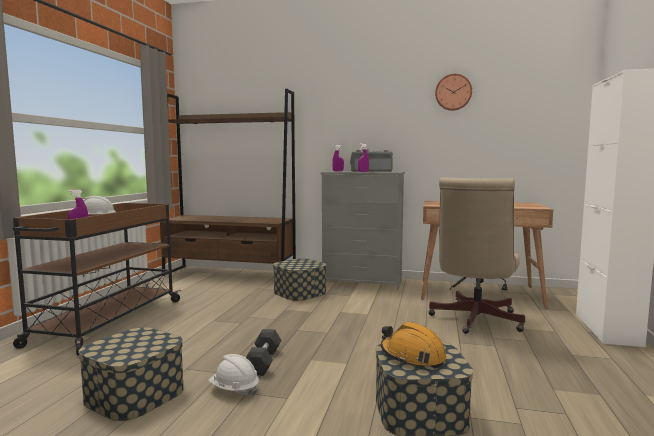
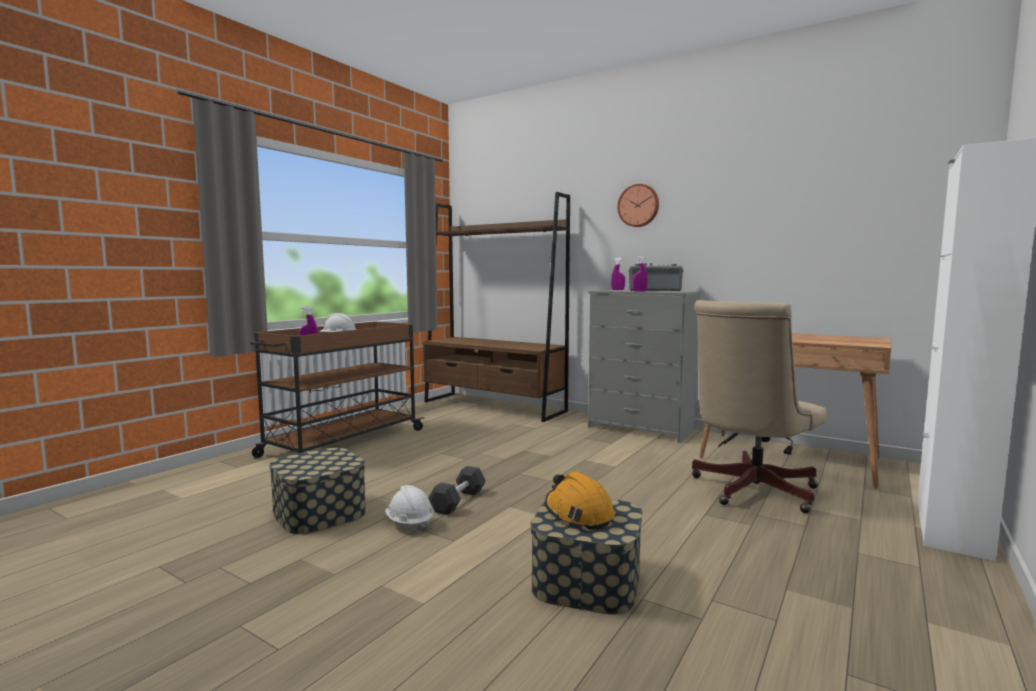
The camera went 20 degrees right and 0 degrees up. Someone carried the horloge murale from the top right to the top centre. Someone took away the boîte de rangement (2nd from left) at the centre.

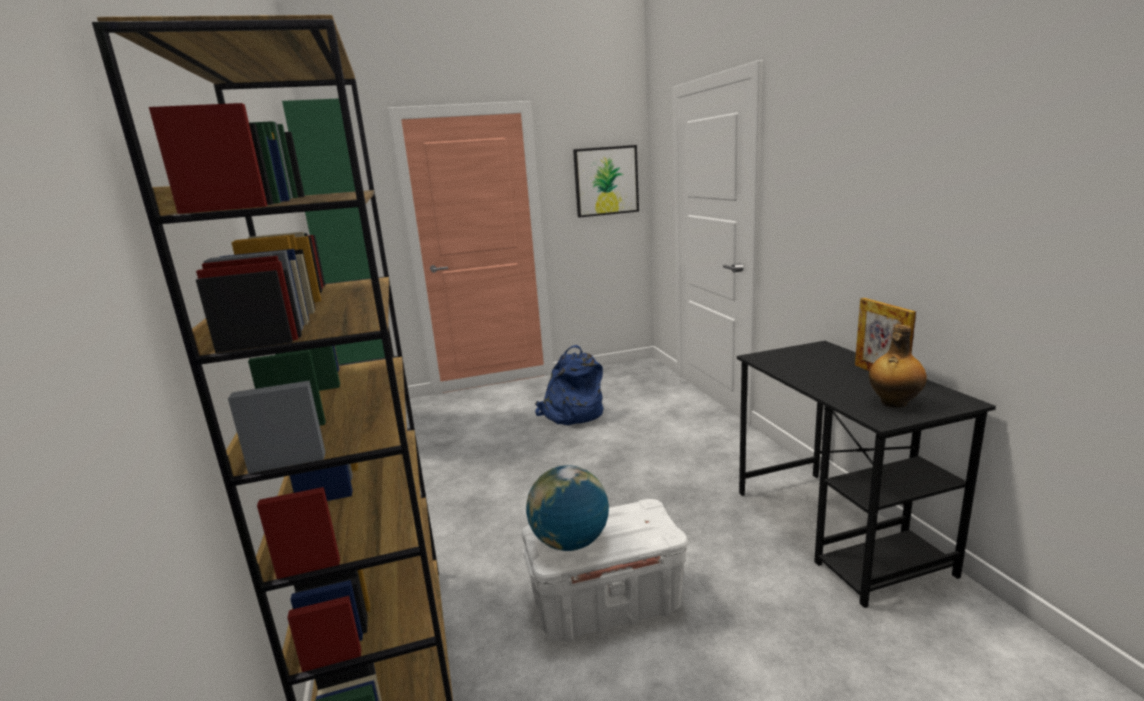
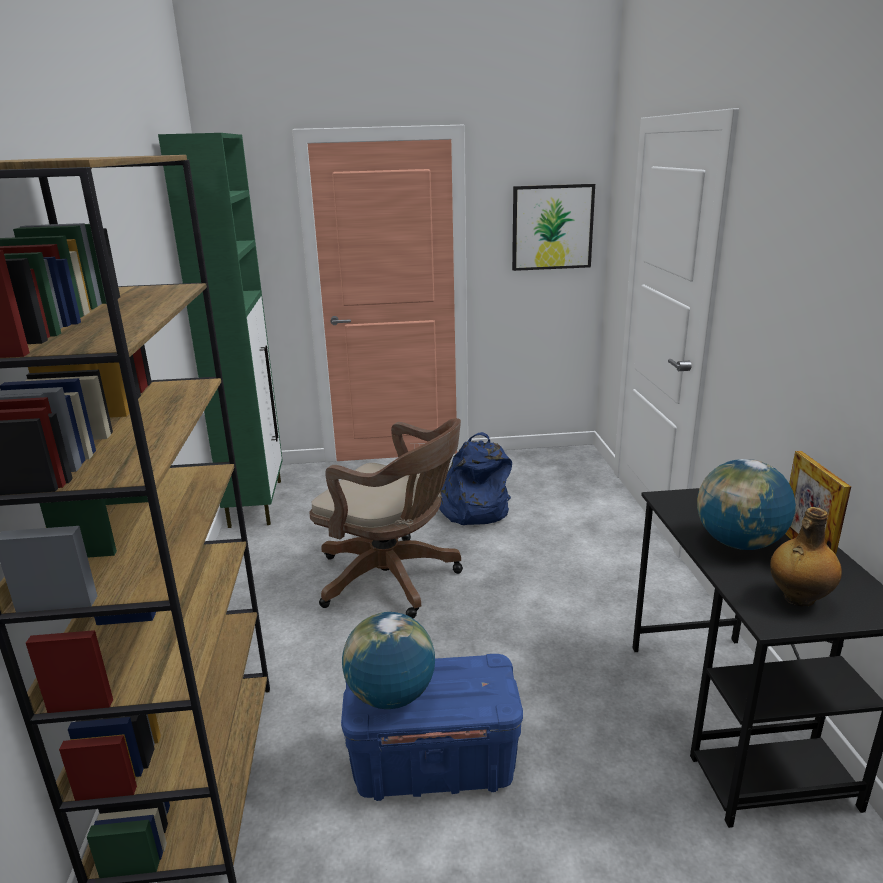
The camera went 10 degrees right and 5 degrees up. Someone repainted the boîte de rangement/blanc at the bottom centre, which became the boîte de rangement/bleu at the bottom centre. Someone put down the chaise de bureau/marron at the centre. Someone put down the globe (2nd from left) at the middle right.

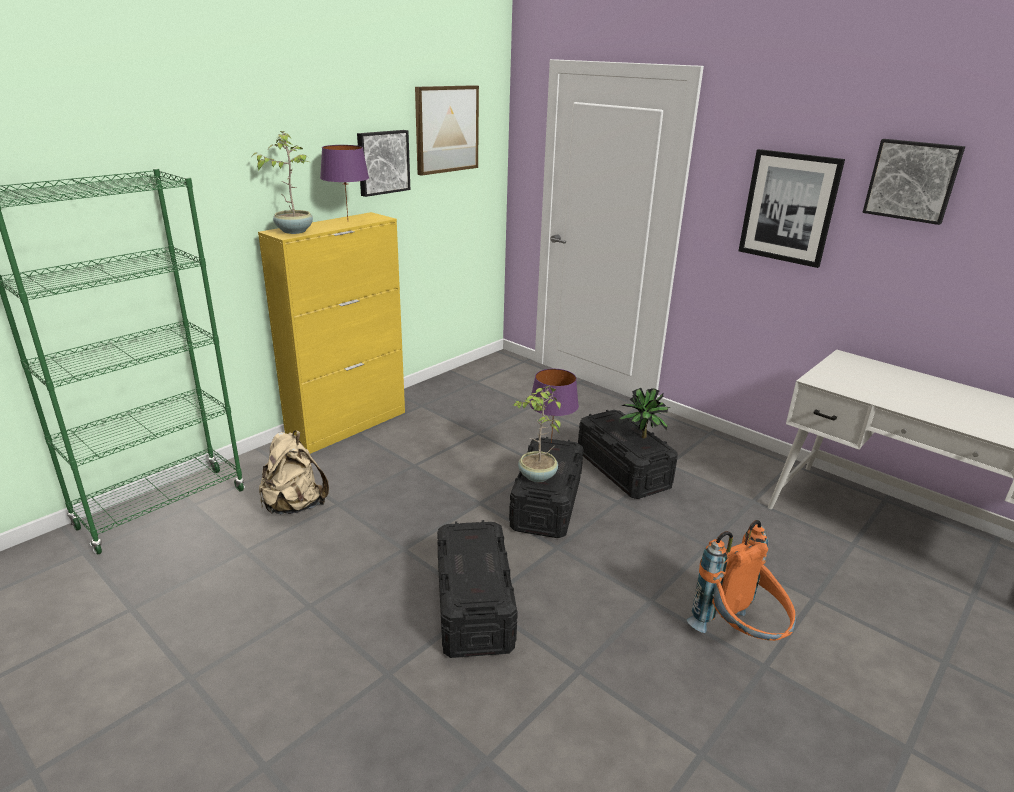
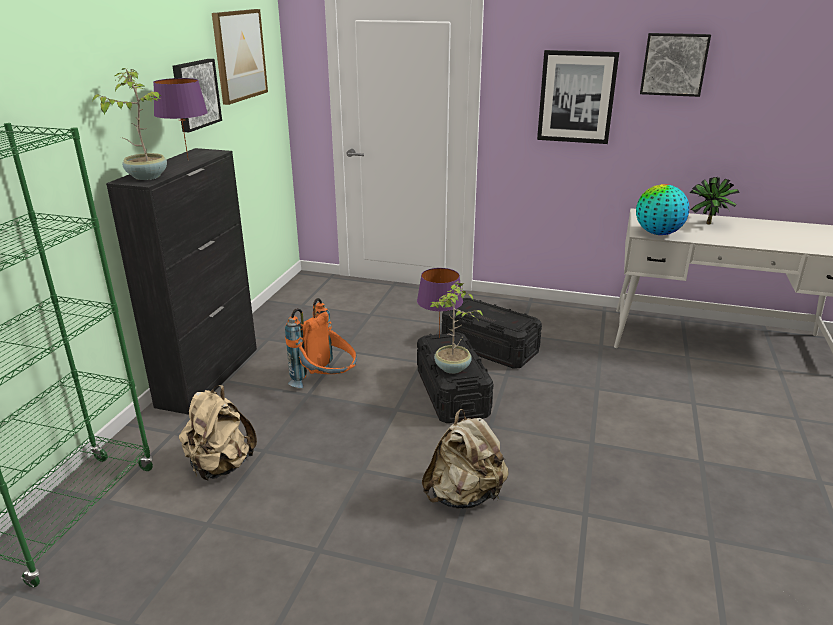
The camera went 25 degrees left and 0 degrees up. Someone repainted the meuble de rangement/jaune at the middle left, which became the meuble de rangement/noir at the middle left. Someone carried the plante en pot (3rd from left) from the centre to the top right. Someone swapped the boîte de rangement/noir (1st from left) at the bottom centre for the sac à dos/beige (2nd from left) at the bottom centre. Someone carried the sac à dos/orange from the bottom right to the centre. Someone put down the globe at the middle right.

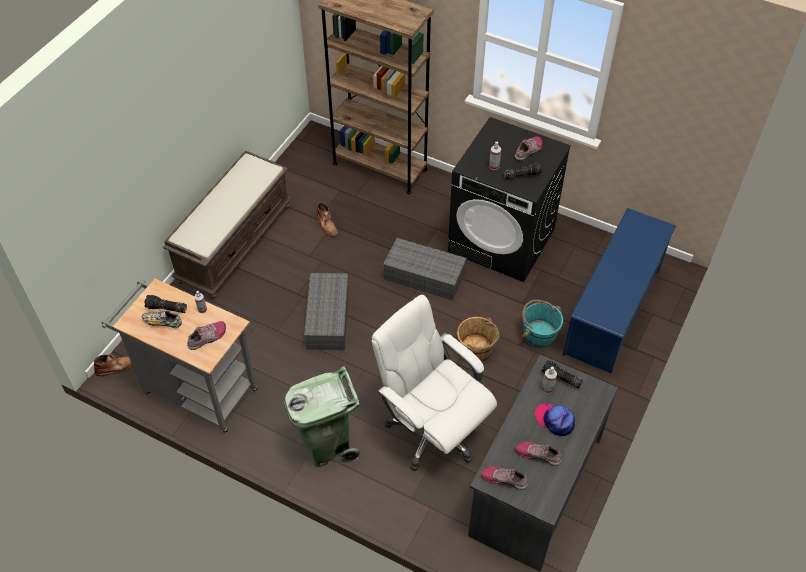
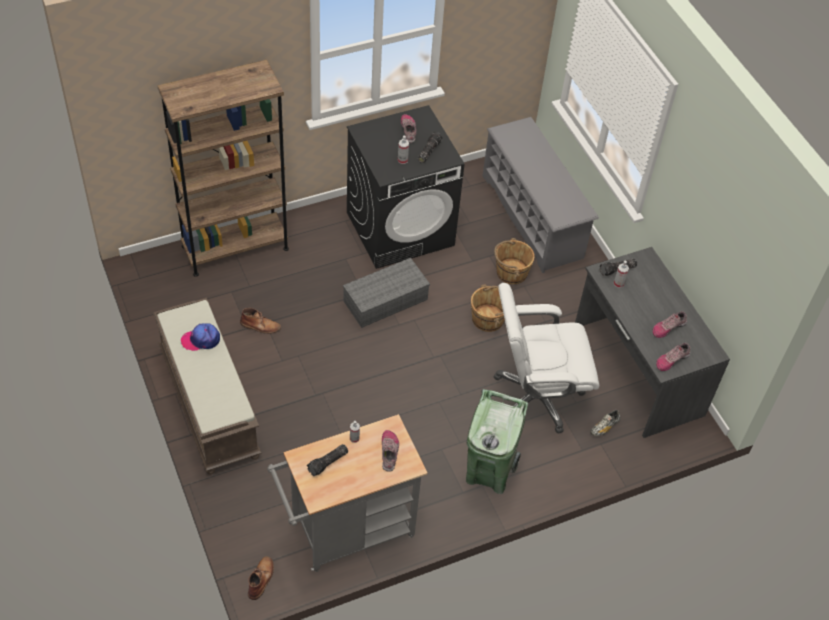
The camera went 55 degrees left and 0 degrees up. Someone repainted the étagère à chaussures/bleu at the middle right, which became the étagère à chaussures/gris at the top centre. Someone took away the boîte de rangement/gris (1st from left) at the centre. Someone repainted the seau/turquoise at the middle right, which became the seau/marron (2nd from left) at the centre. Someone carried the chaussure (1st from left in the first image) from the middle left to the bottom right. Someone carried the casquette from the bottom right to the middle left.

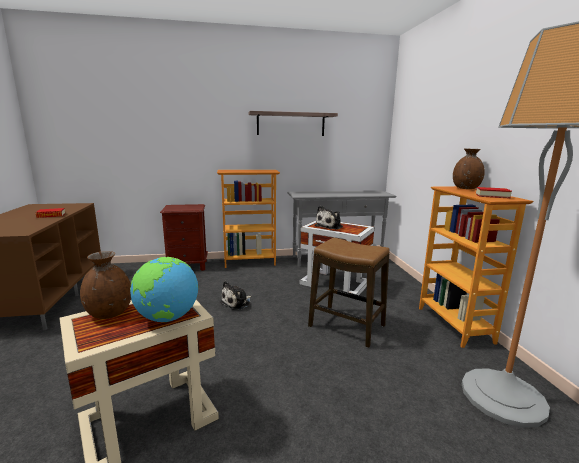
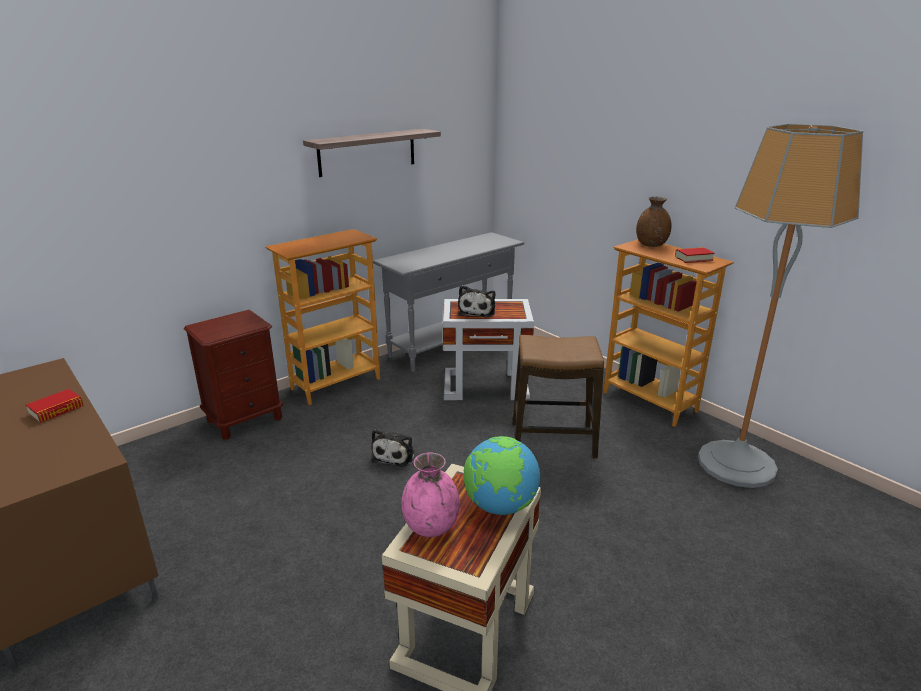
The camera went 30 degrees left and 10 degrees up. Someone repainted the vase/marron (1st from left) at the middle left, which became the vase/rose at the bottom centre.

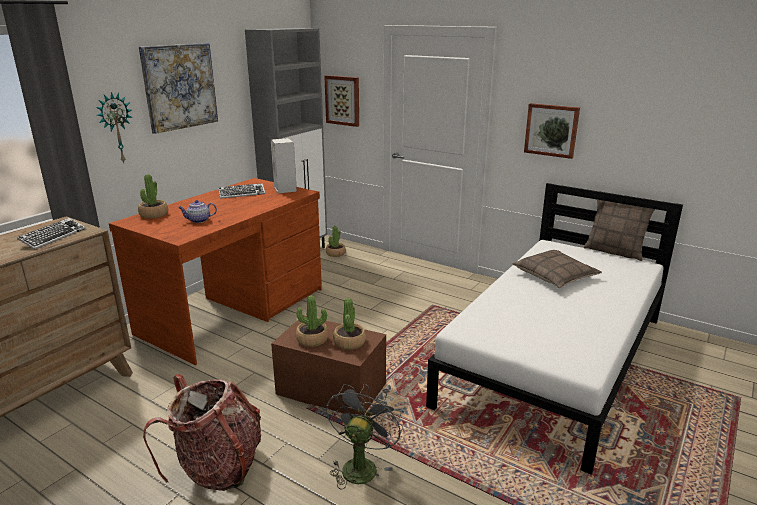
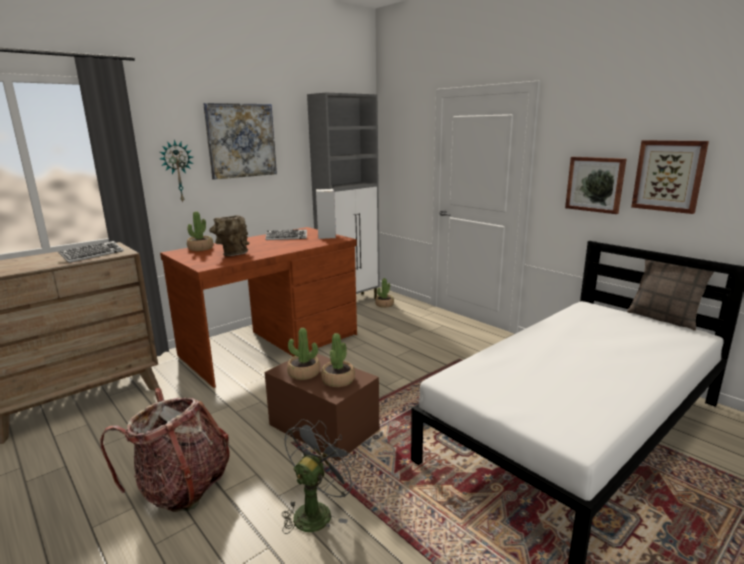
The camera went 15 degrees right and 5 degrees down. Someone carried the tableau (2nd from left in the first image) from the top centre to the top right. Someone swapped the théière at the middle left for the vase/marron at the middle left. Someone took away the coussin (1st from left) at the middle right.

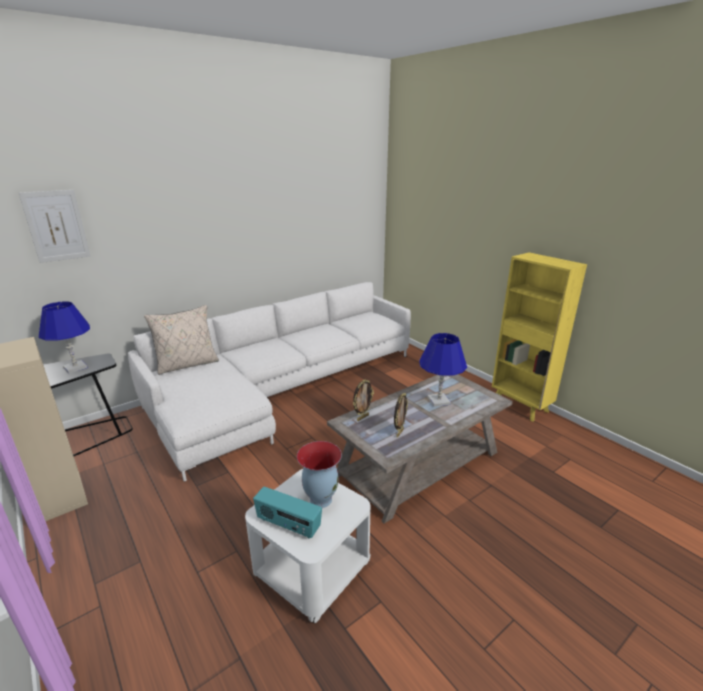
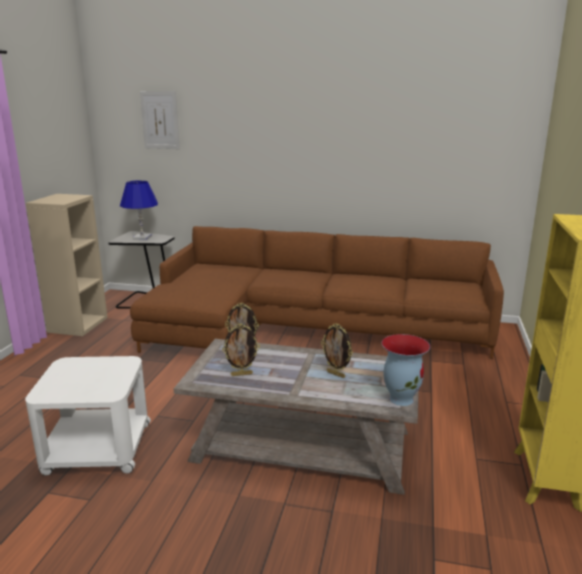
The camera went 50 degrees right and 5 degrees down. Someone repainted the canapé/blanc at the centre, which became the canapé/marron at the centre. Someone took away the coussin/beige at the middle left. Someone swapped the lampe de table/bleu (2nd from left) at the centre for the cadre photo (3rd from left) at the centre. Someone carried the vase from the bottom centre to the middle right. Someone took away the radio at the bottom centre.

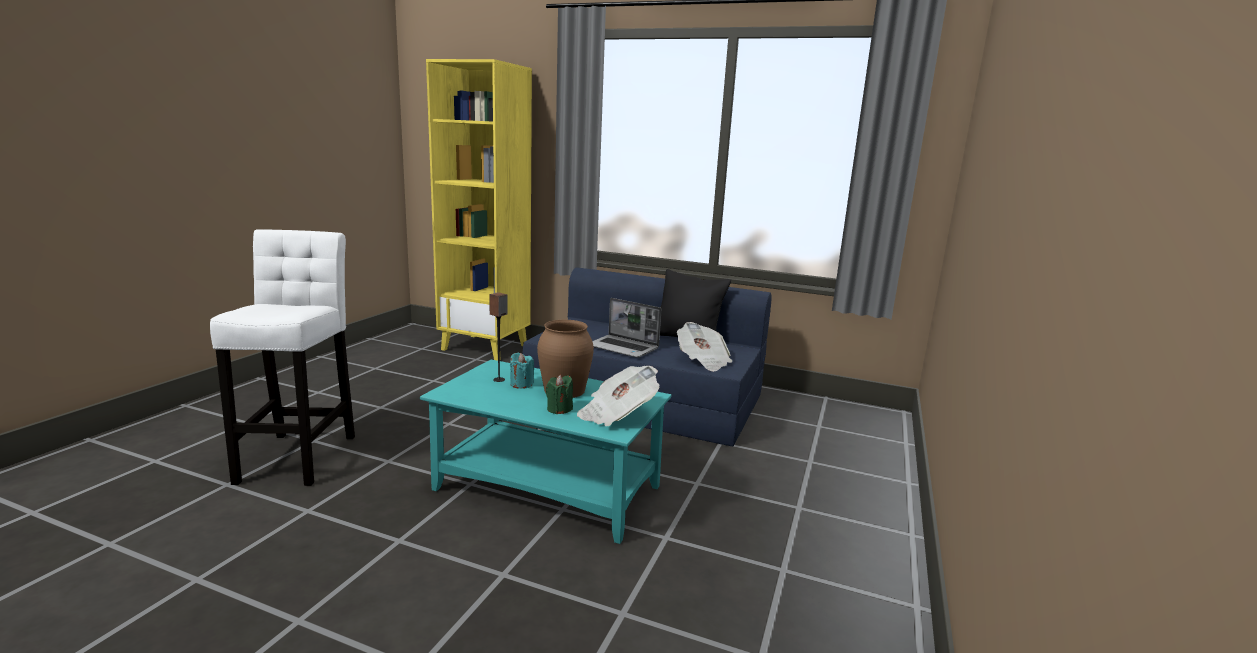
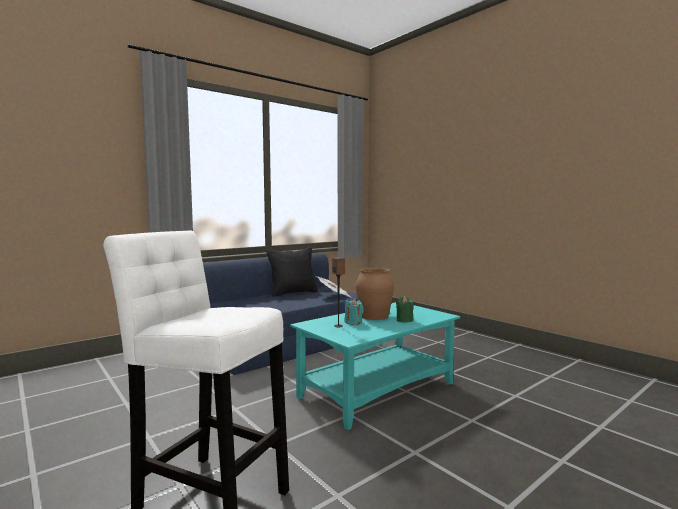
The camera went 60 degrees left and 10 degrees down. Someone took away the bibliothèque/jaune at the top centre. Someone took away the ordinateur portable at the centre. Someone took away the journal (1st from left) at the centre.

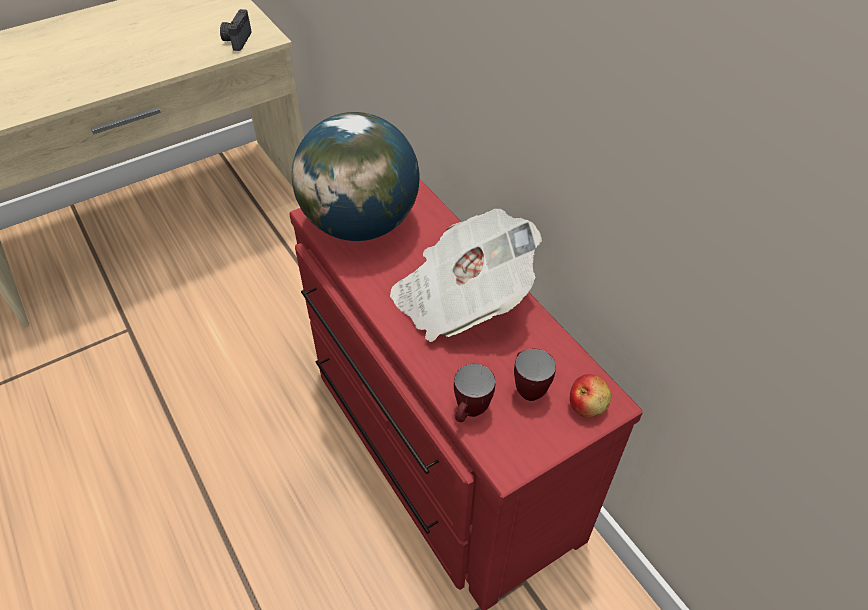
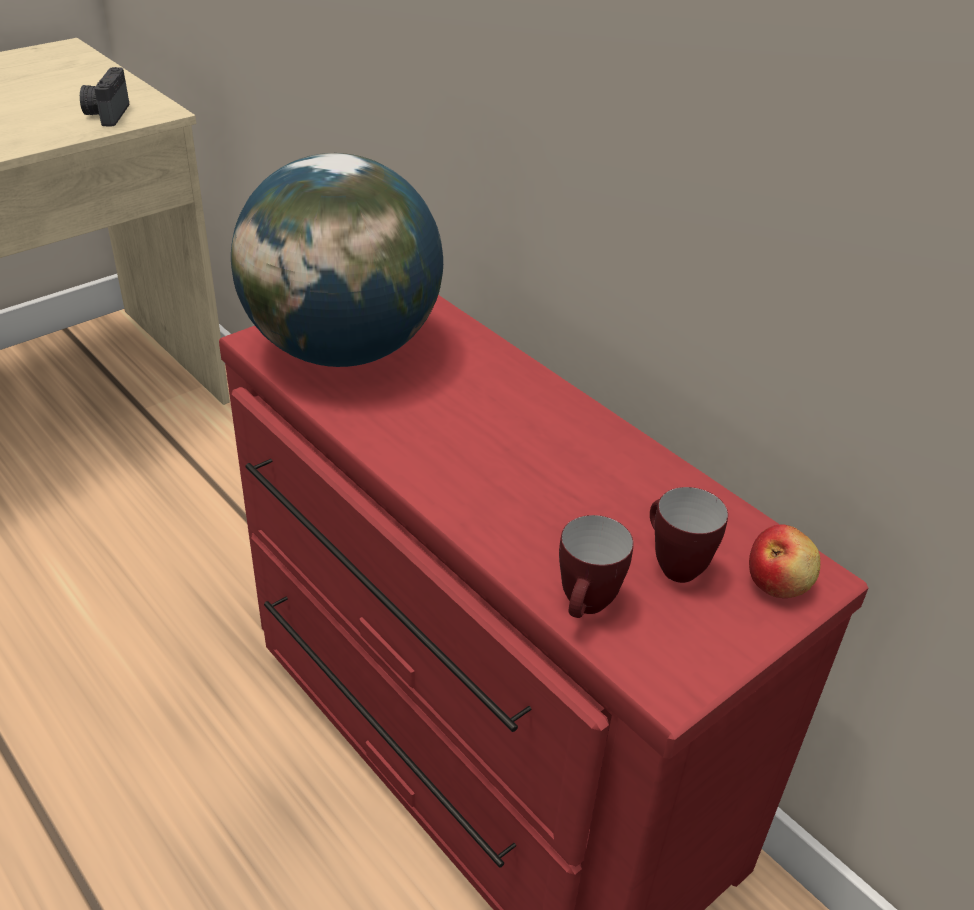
The camera went 10 degrees left and 10 degrees down. Someone took away the journal at the centre.

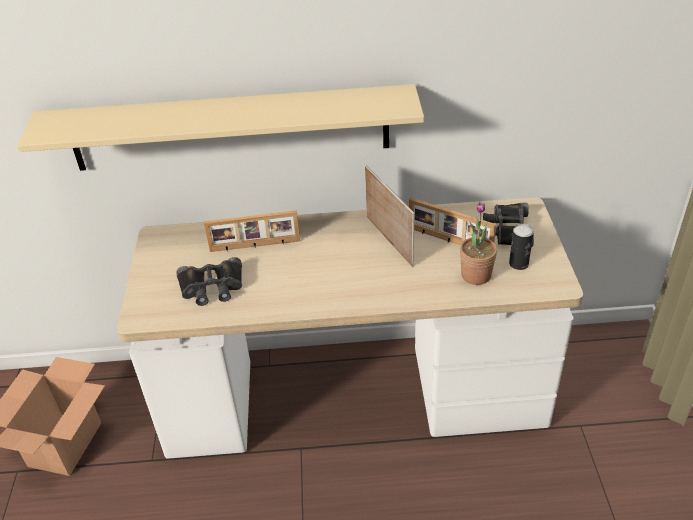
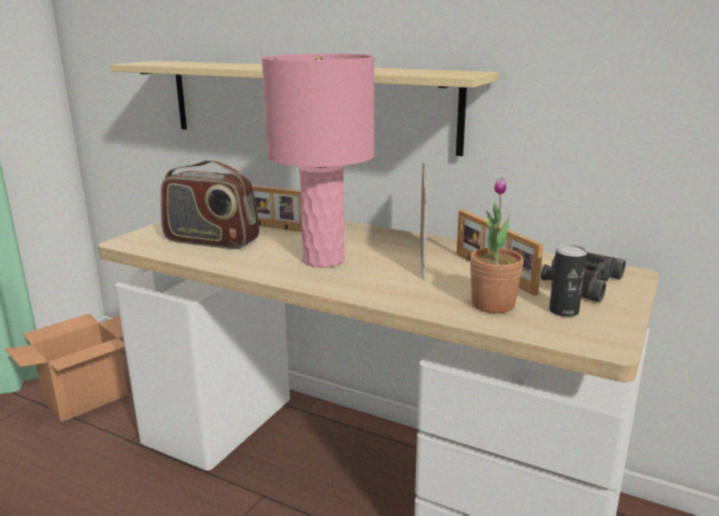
The camera went 30 degrees right and 20 degrees down. Someone swapped the jumelles/noir (1st from left) at the middle left for the radio at the middle left. Someone put down the lampe de table/rose at the top centre.

